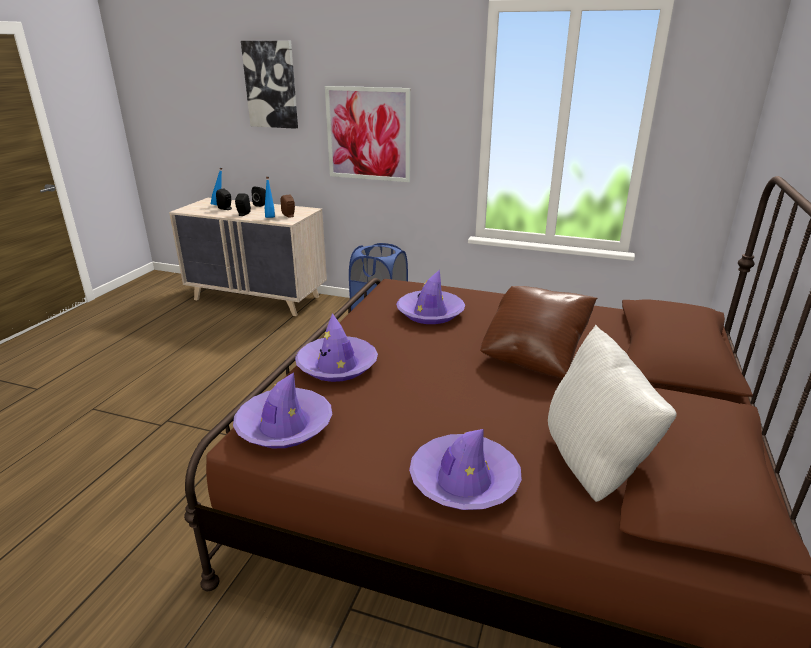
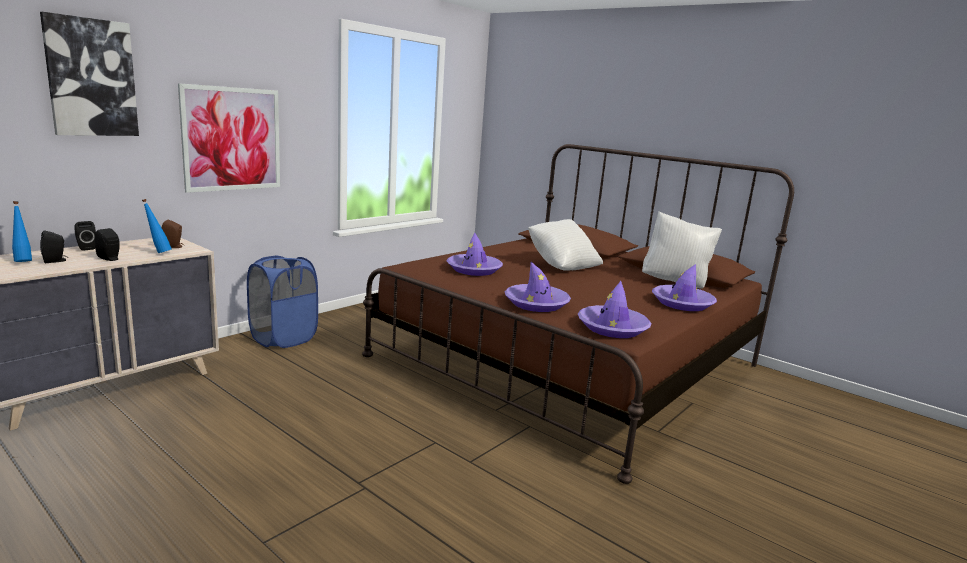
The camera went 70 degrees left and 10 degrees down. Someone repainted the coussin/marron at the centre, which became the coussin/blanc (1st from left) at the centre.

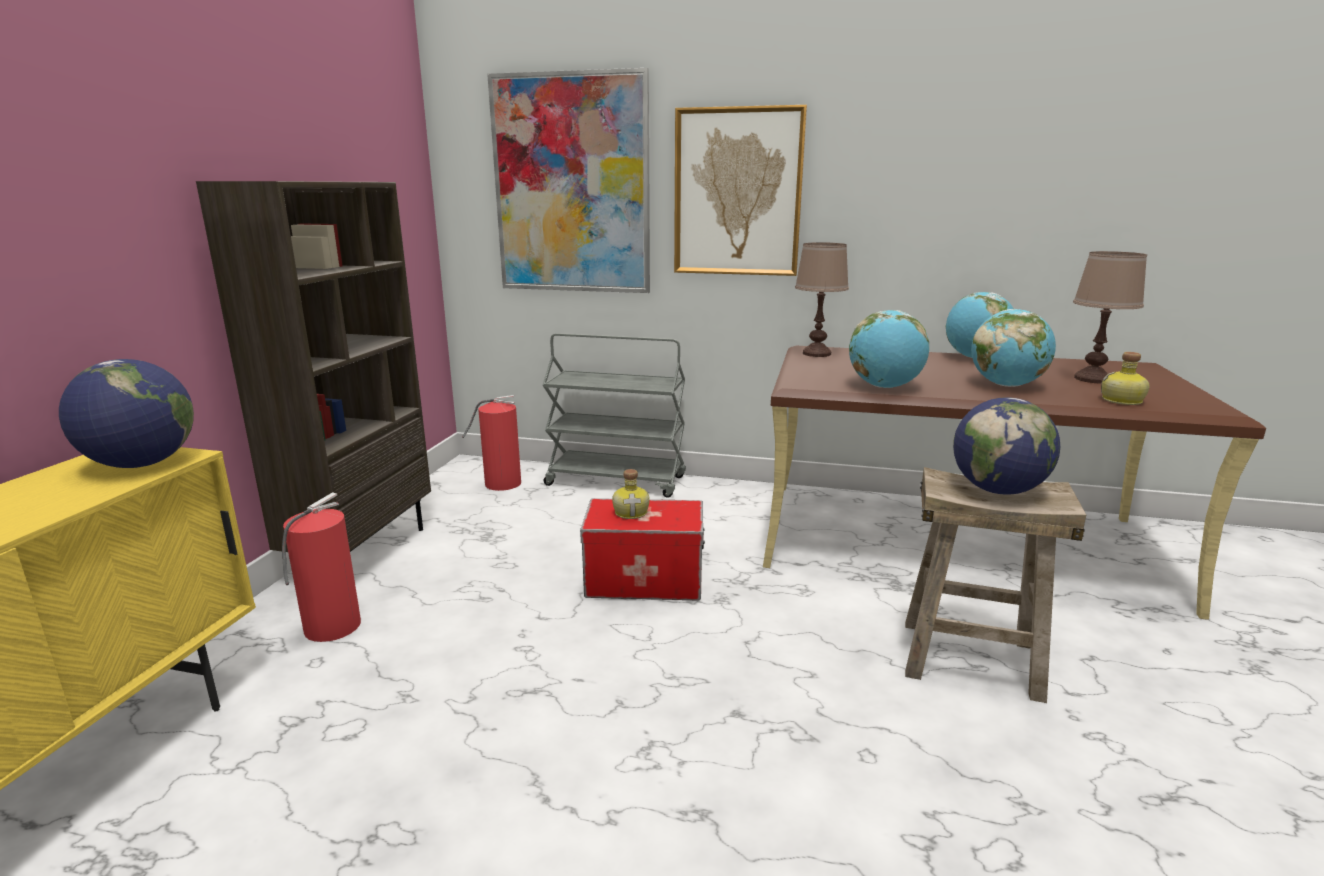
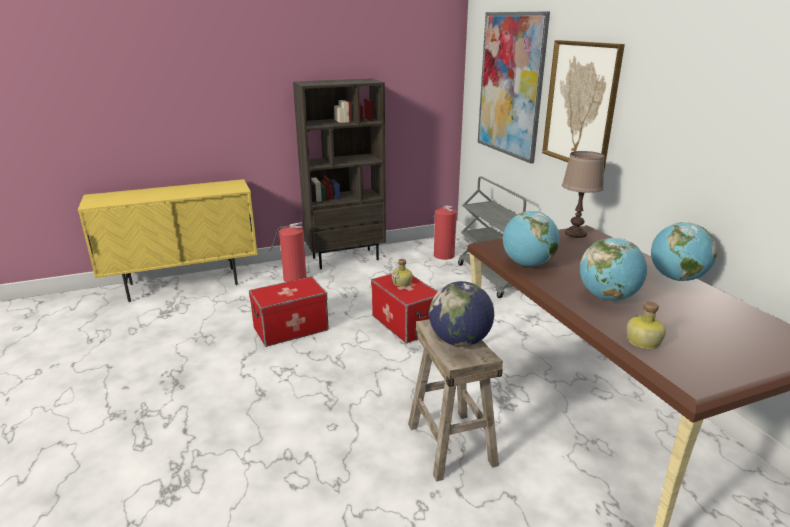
The camera went 55 degrees right and 5 degrees up. Someone took away the lampe de table/marron (2nd from left) at the middle right. Someone took away the globe (1st from left) at the middle left. Someone put down the boîte de rangement (1st from left) at the centre.

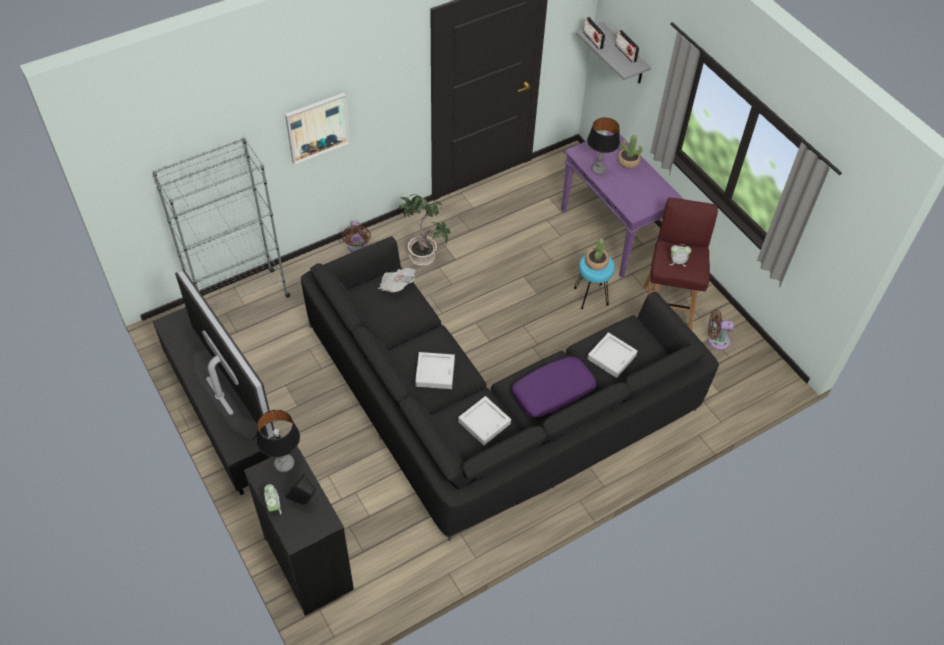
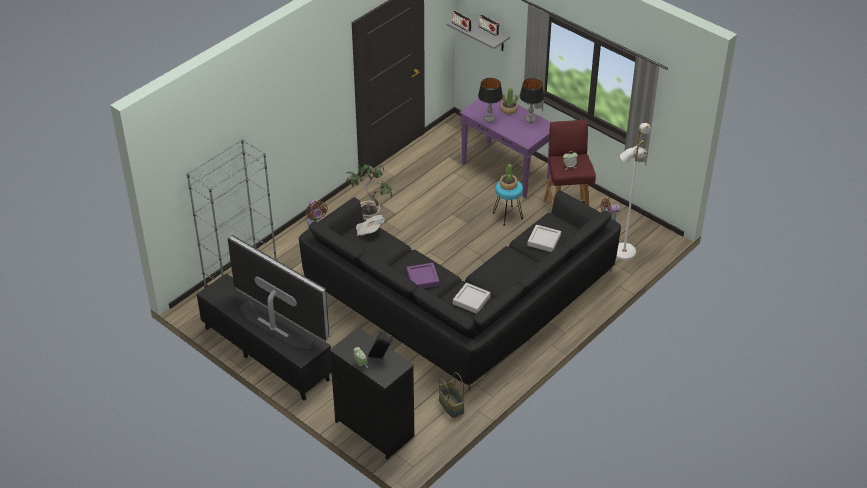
The camera went 15 degrees left and 10 degrees down. Someone took away the tableau at the top centre. Someone repainted the plateau/gris (1st from left) at the centre, which became the plateau/violet at the centre. Someone took away the coussin/violet at the centre. Someone carried the lampe de table (1st from left in the first image) from the bottom left to the top centre. Someone put down the lampadaire/blanc at the middle right. Someone put down the panier at the bottom centre.

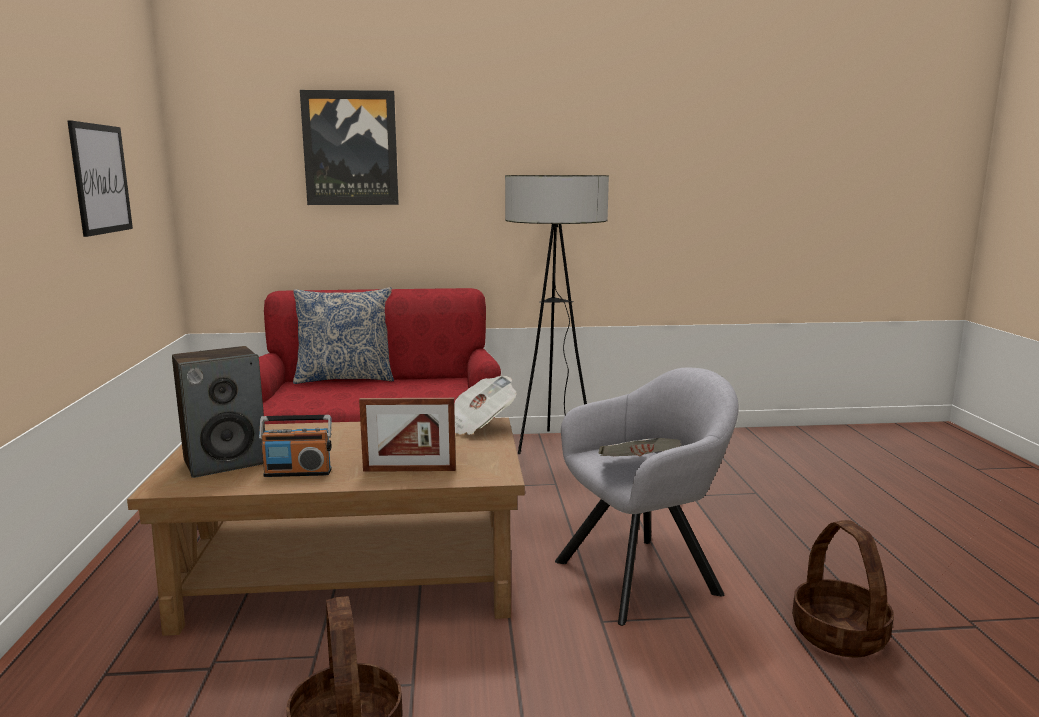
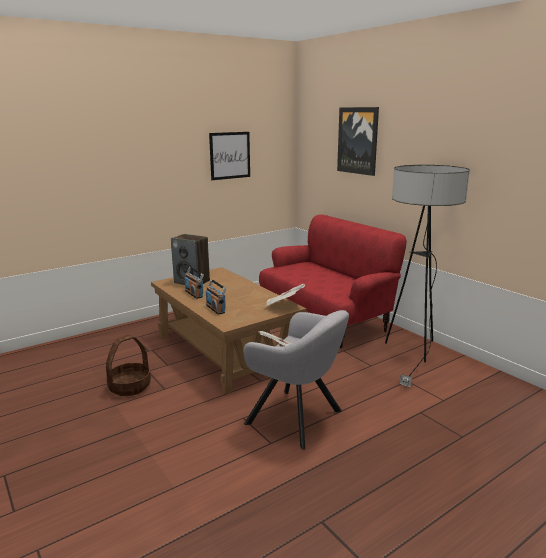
The camera went 60 degrees right and 5 degrees up. Someone took away the coussin at the middle left. Someone swapped the cadre photo at the centre for the radio (2nd from left) at the centre. Someone took away the panier (2nd from left) at the bottom right.

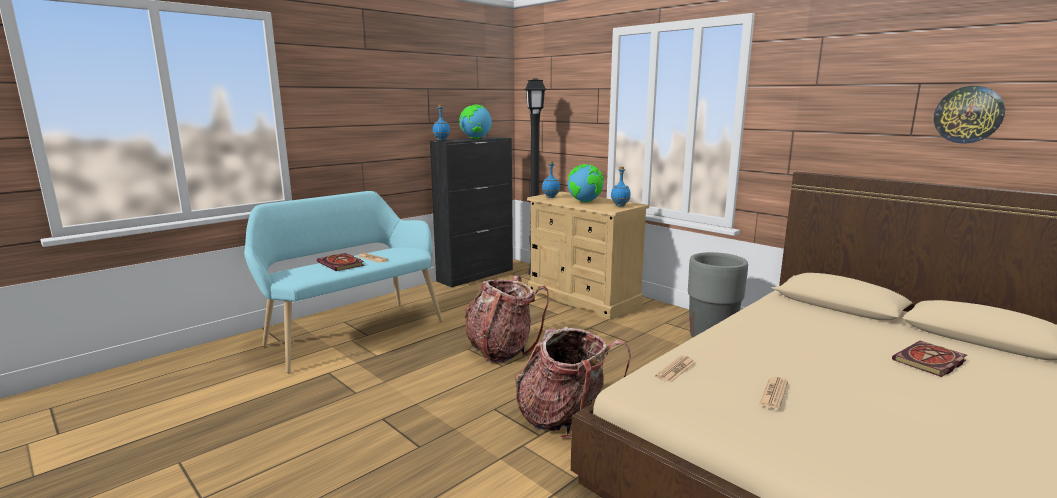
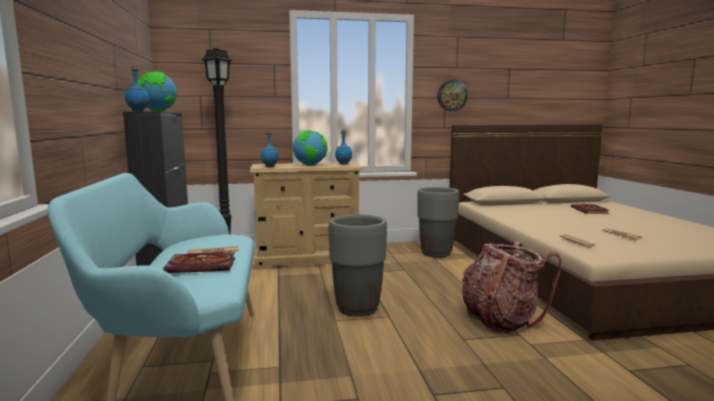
The camera went 55 degrees left and 5 degrees down. Someone carried the horloge murale from the top right to the top centre. Someone swapped the sac à dos (1st from left) at the centre for the cache-pot/gris (1st from left) at the centre.

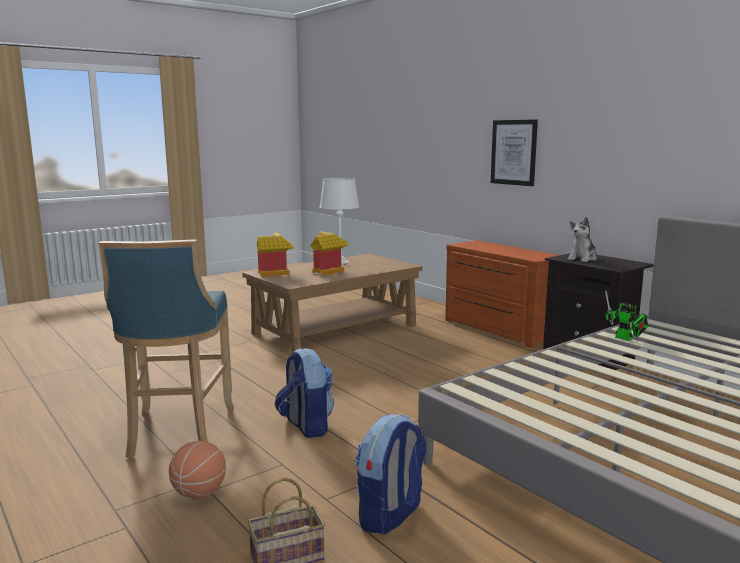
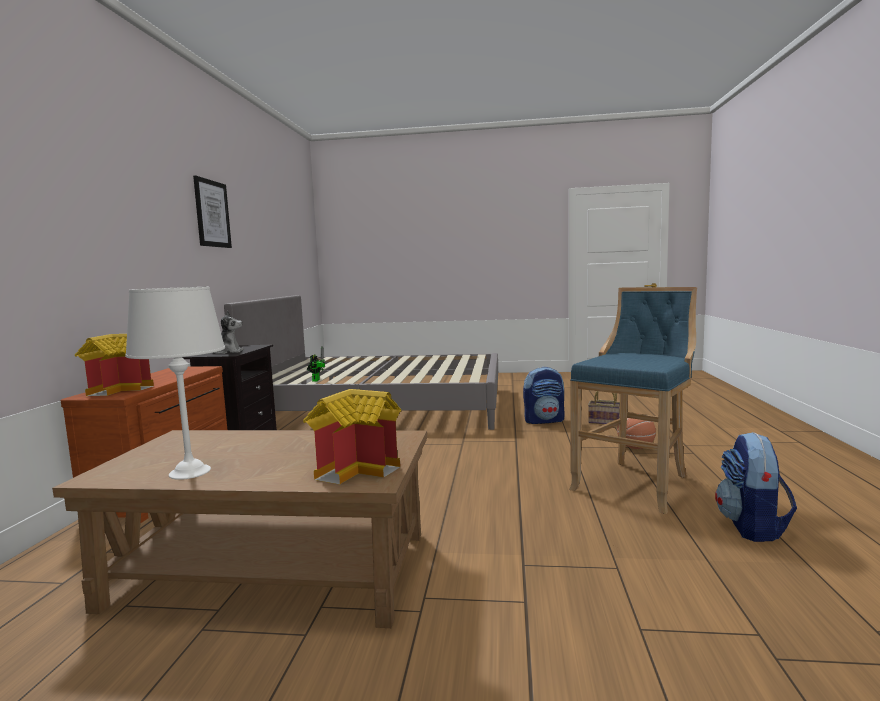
The camera went 135 degrees left and 5 degrees down. Someone carried the tableau from the top right to the top left. Someone carried the maison miniature (2nd from left in the first image) from the centre to the middle left. Someone carried the sac à dos (1st from left in the first image) from the bottom centre to the bottom right.

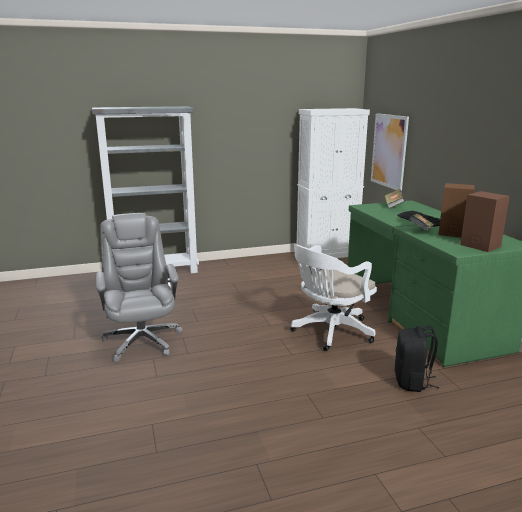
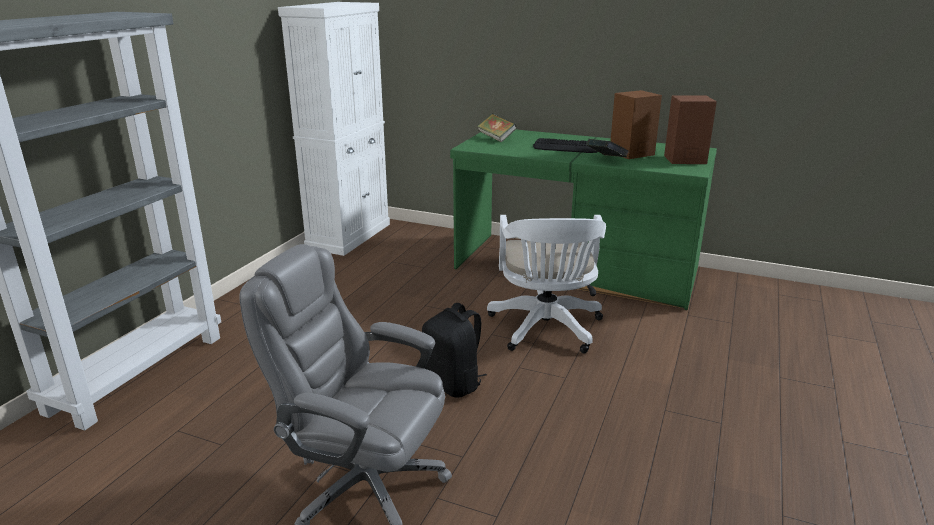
The camera went 50 degrees left and 5 degrees up. Someone took away the tableau at the top right. Someone carried the sac à dos/noir from the bottom right to the bottom centre.

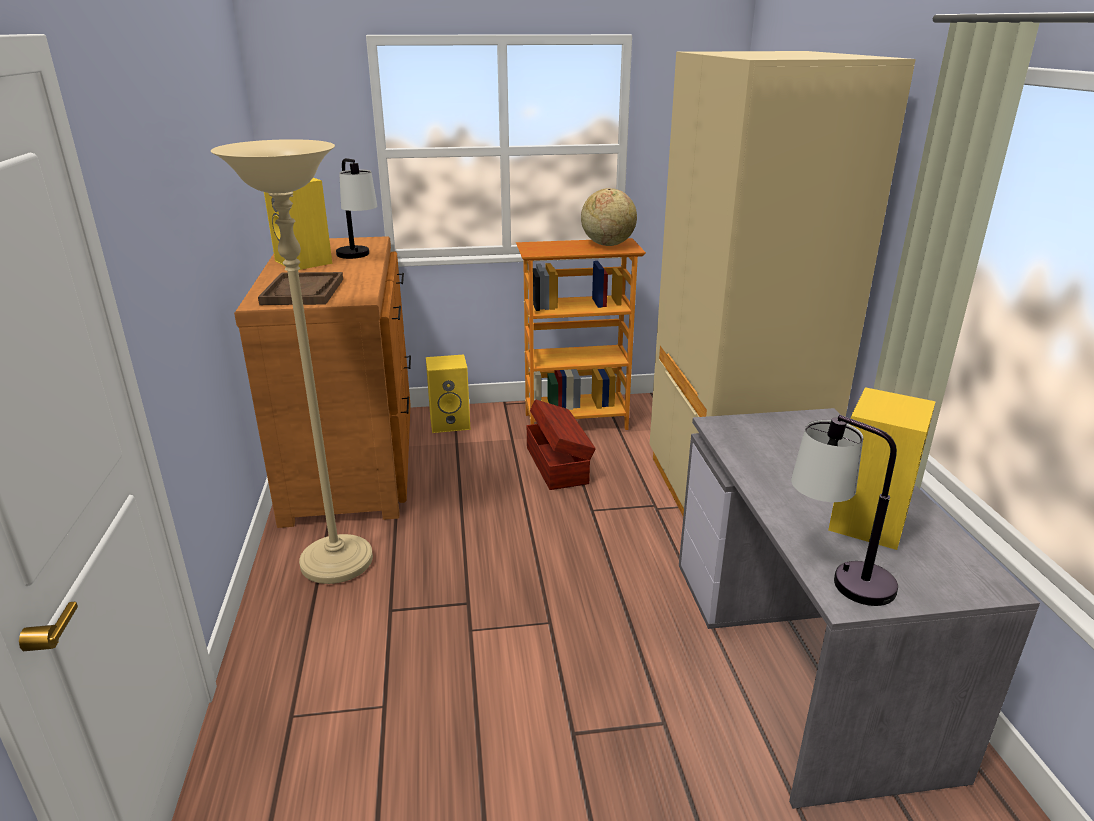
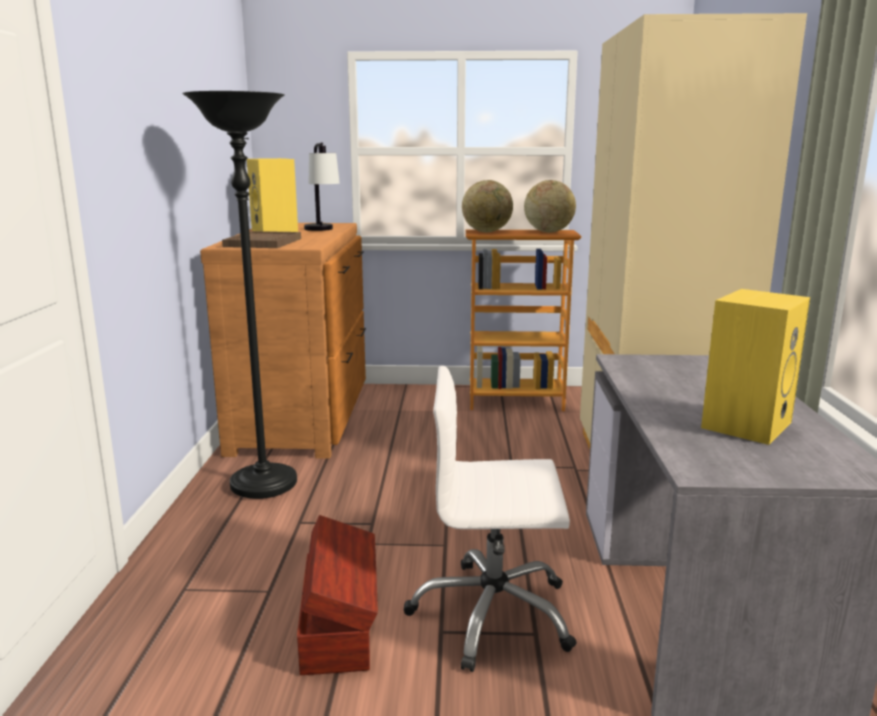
The camera went 10 degrees right and 10 degrees down. Someone repainted the lampadaire/beige at the middle left, which became the lampadaire/noir at the middle left. Someone took away the enceinte/jaune (2nd from left) at the centre. Someone carried the boîte de rangement/marron from the centre to the bottom centre. Someone took away the lampe de table (2nd from left) at the middle right. Someone put down the globe (1st from left) at the top centre. Someone put down the chaise de bureau/blanc at the bottom centre.

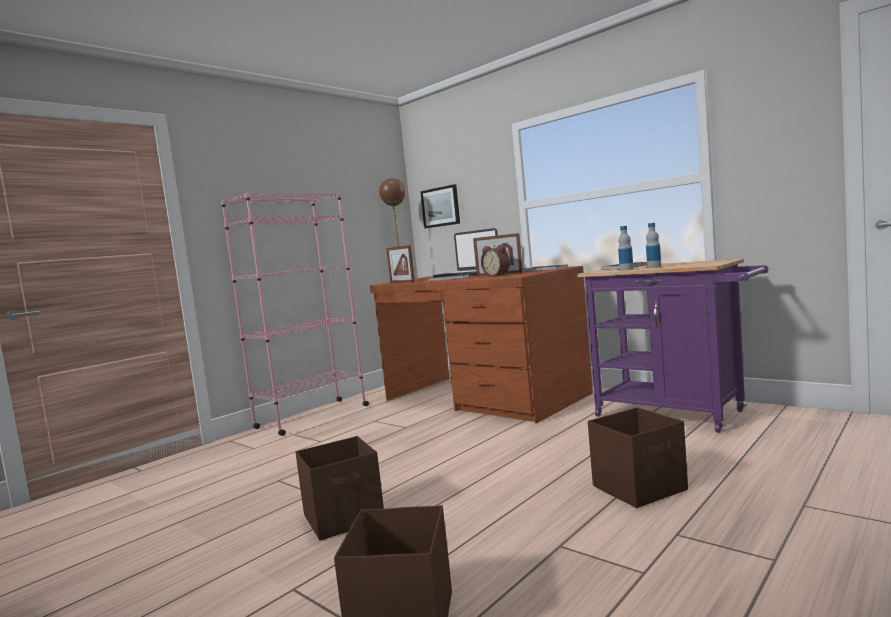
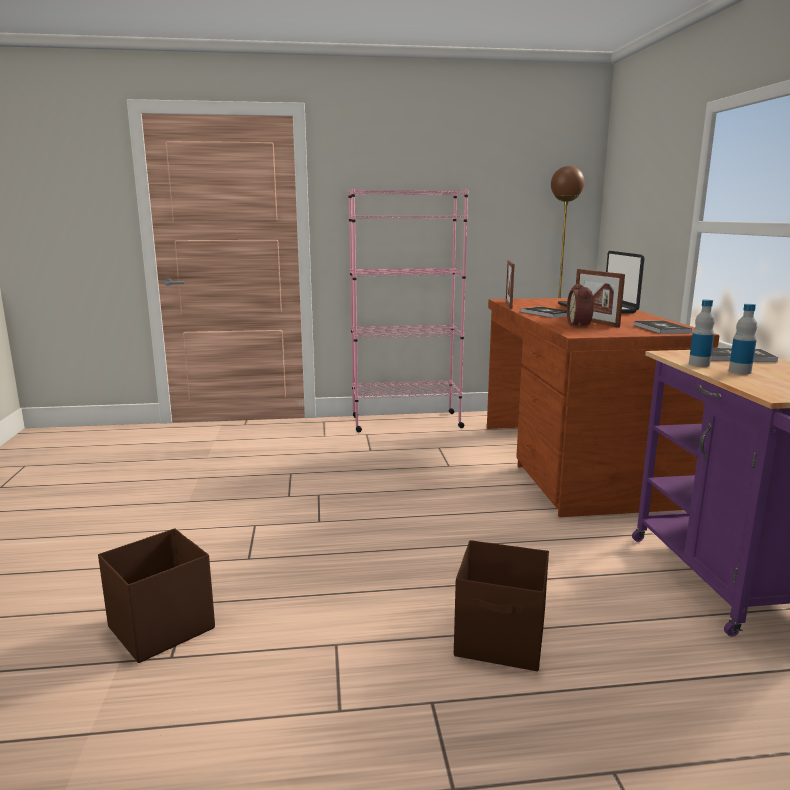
The camera went 40 degrees right and 10 degrees up. Someone took away the tableau at the centre. Someone took away the boîte de rangement/marron (1st from left) at the bottom centre.

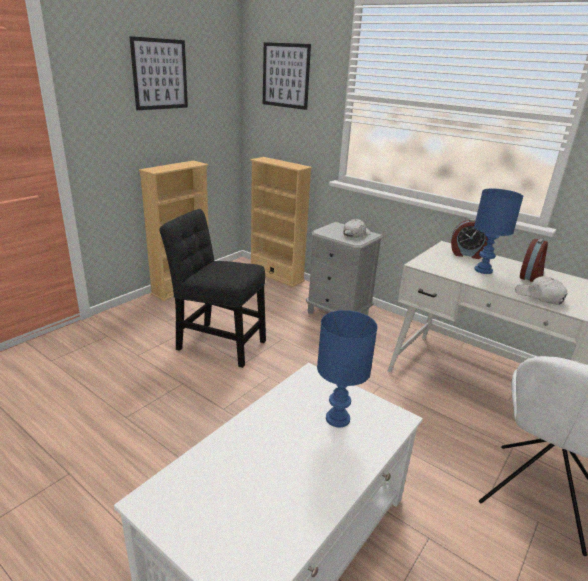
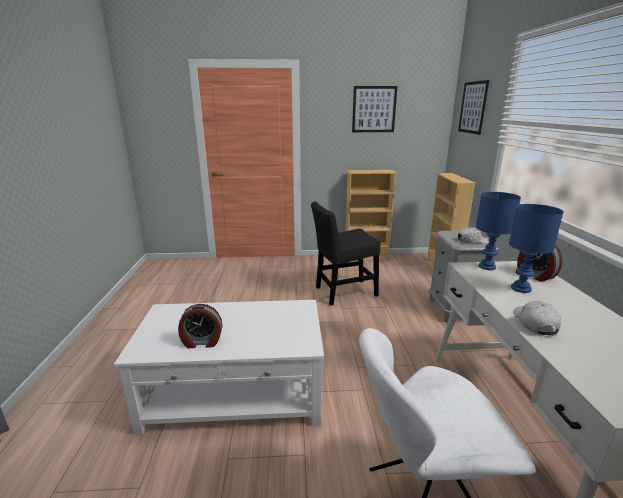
The camera went 50 degrees right and 5 degrees down. Someone rotated the chaise/noir at the centre by 90 degrees counterclockwise. Someone carried the réveil (2nd from left in the first image) from the middle right to the middle left. Someone carried the lampe de table/bleu (1st from left) from the centre to the middle right.

